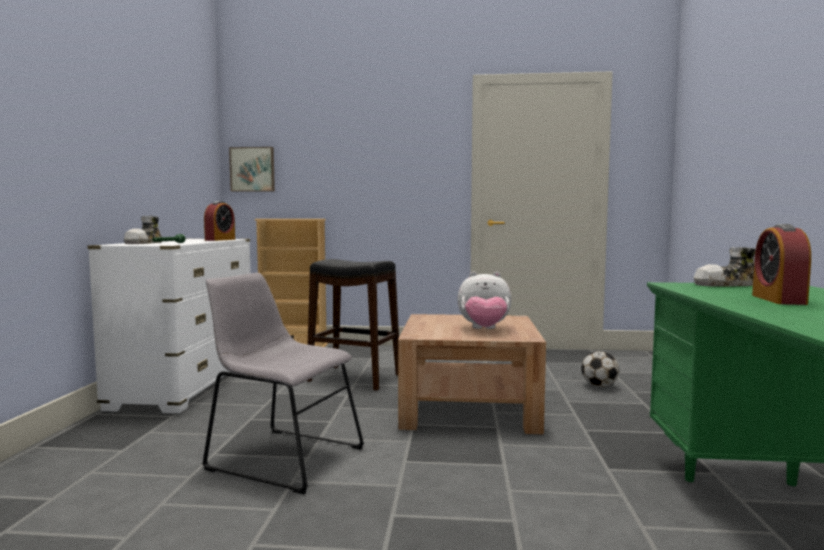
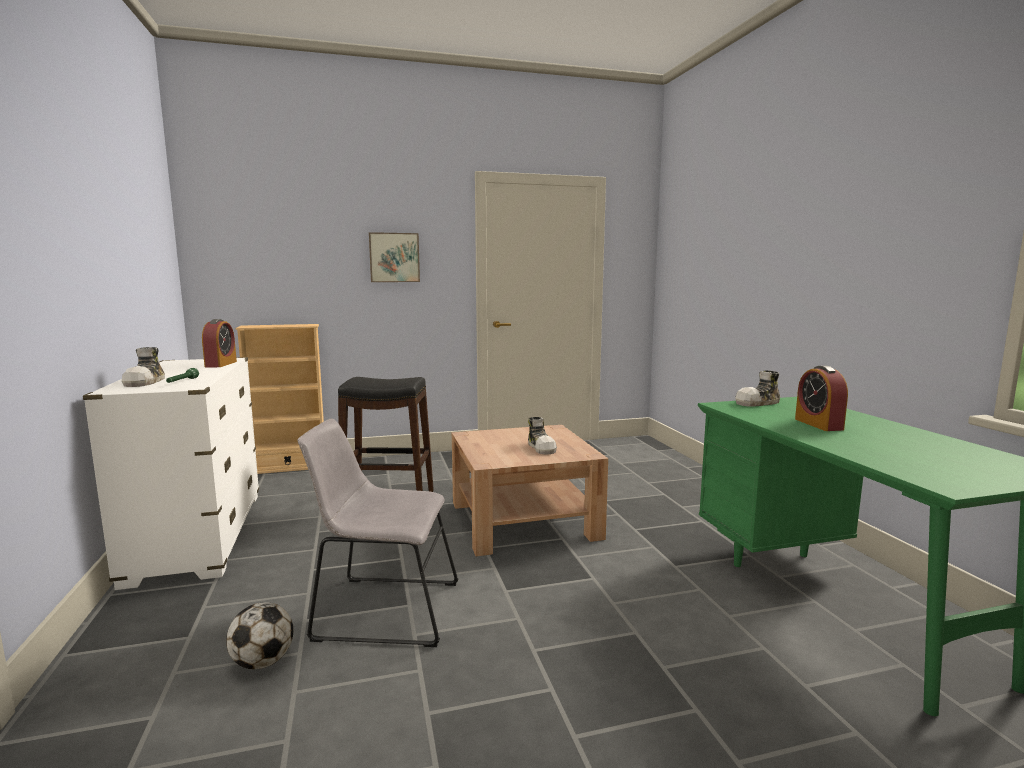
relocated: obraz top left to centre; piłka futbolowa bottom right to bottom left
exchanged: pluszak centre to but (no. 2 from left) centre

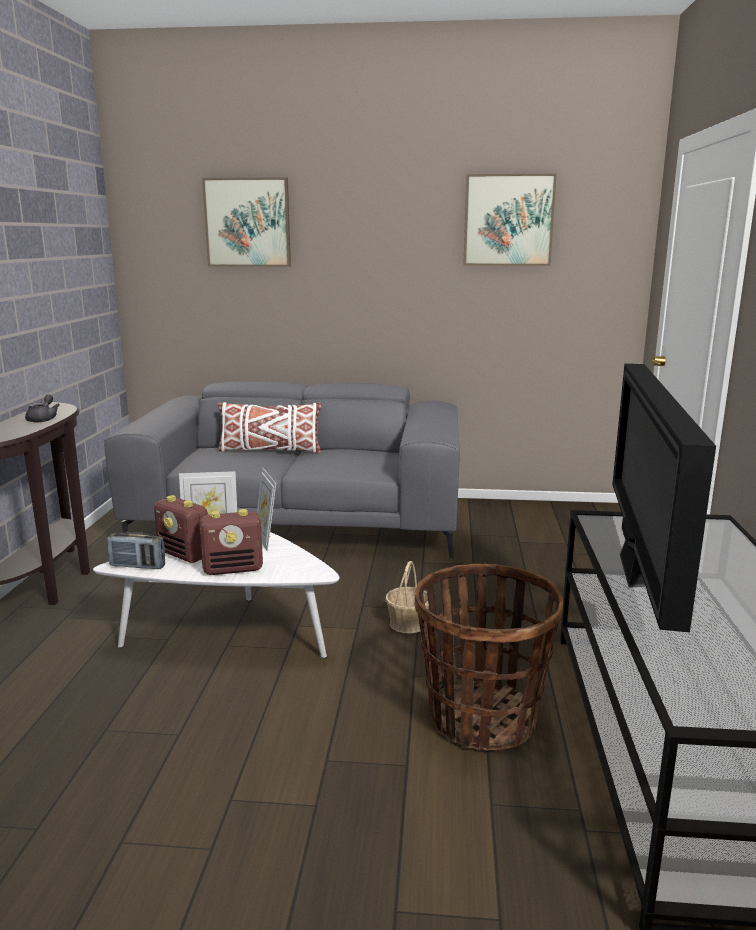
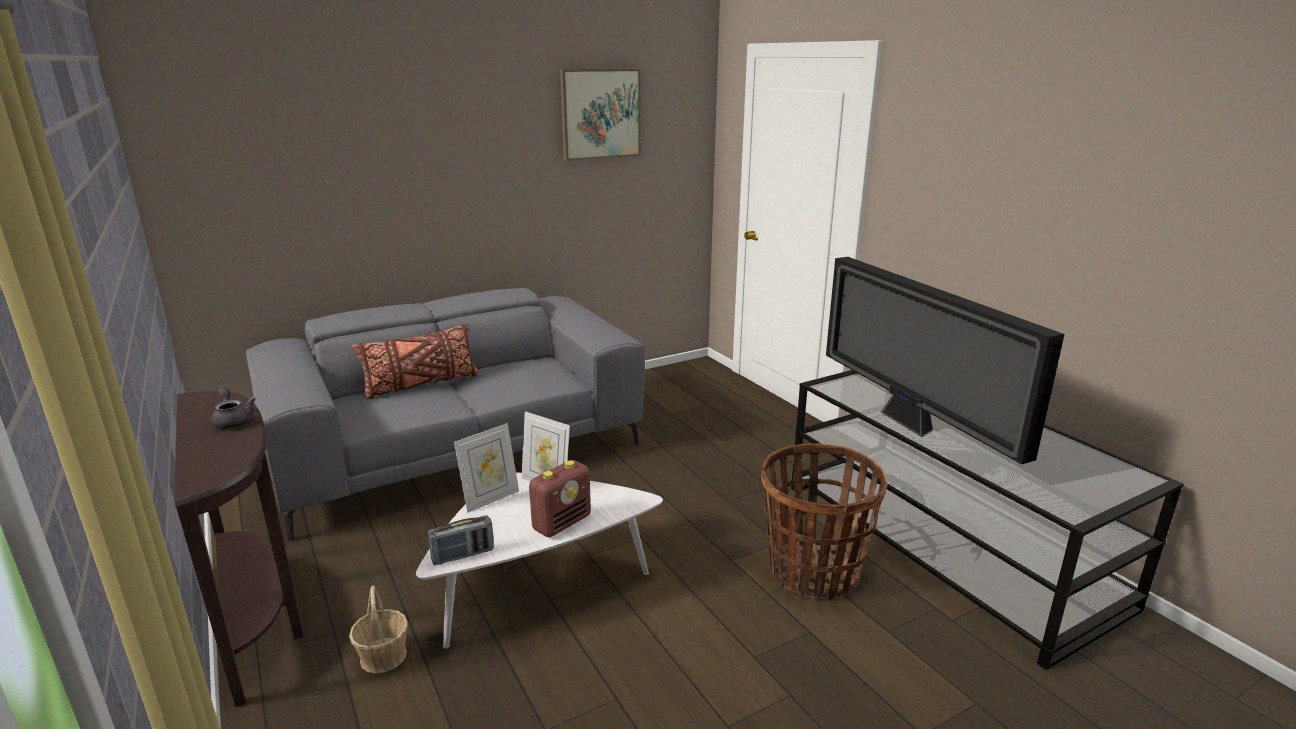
missing: radio (no. 2 from left) middle left; obraz (no. 1 from left) top left
relocated: koszyk (no. 1 from left) centre to bottom left
colour: poduszka [biały] centre to poduszka [brązowy] middle left

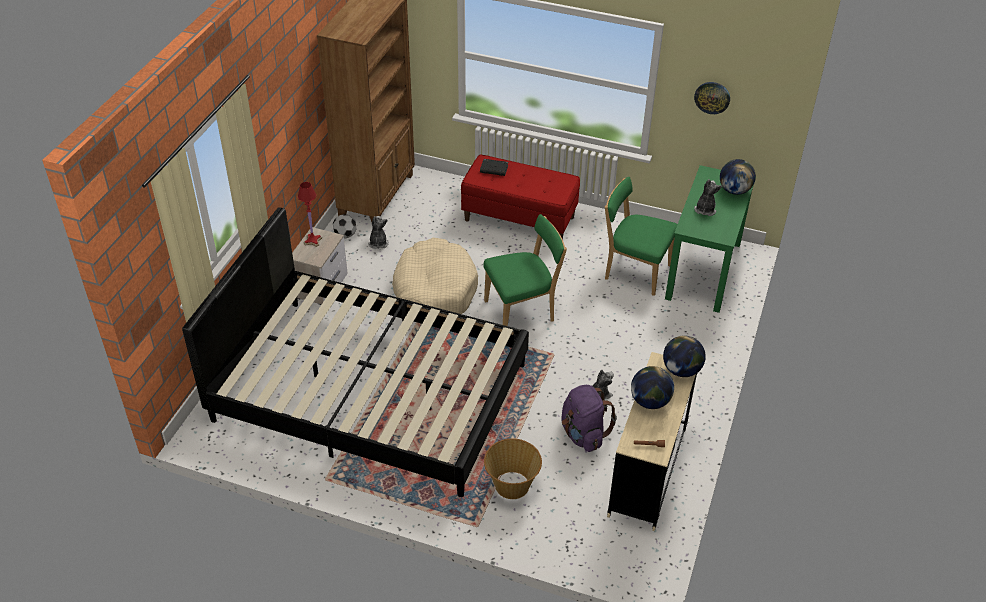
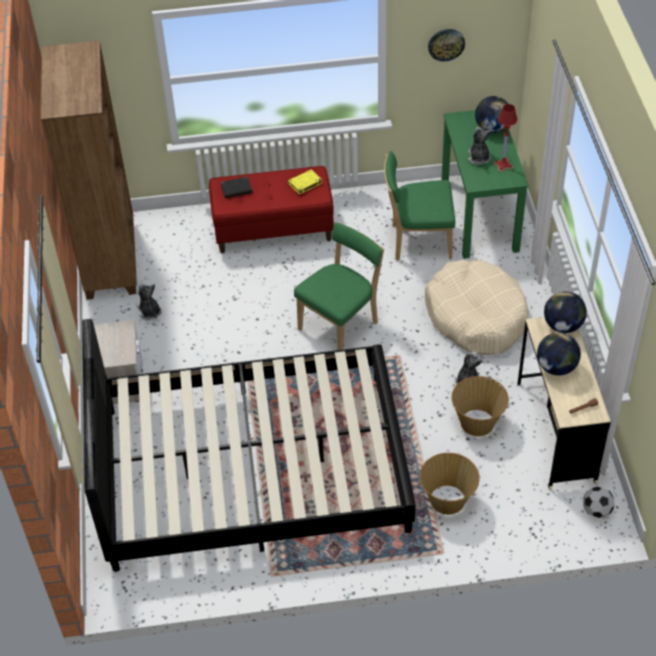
appeared: książka [żółty] top centre
relocated: lampa stołowa [czerwony] middle left to top right; piłka futbolowa centre to bottom right; legowisko [beżowy] centre to middle right
exchanged: plecak [fioletowy] bottom centre to koszyk (no. 2 from left) middle right

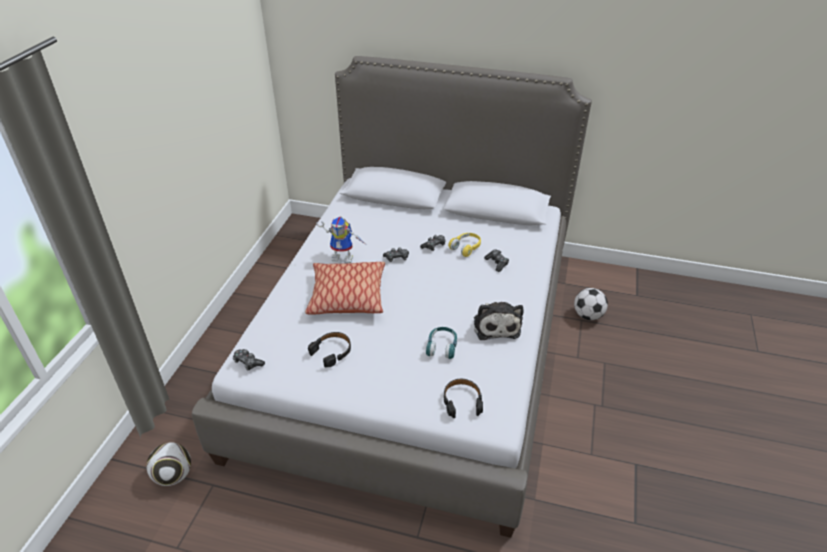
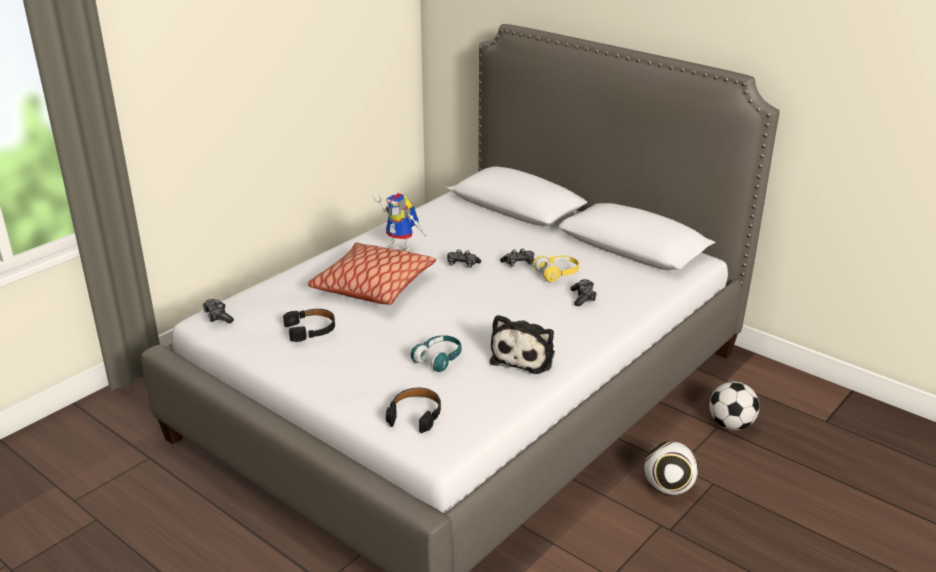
relocated: piłka futbolowa (no. 1 from left) bottom left to bottom right

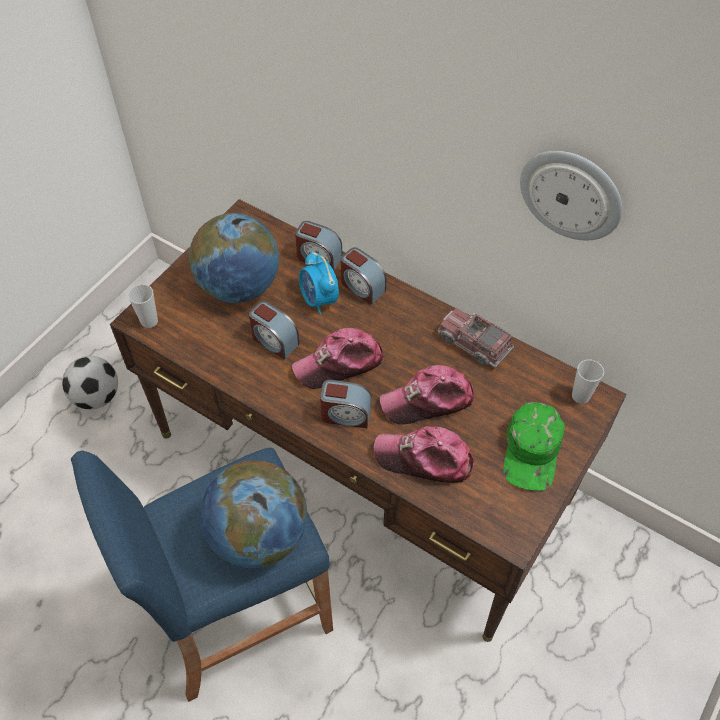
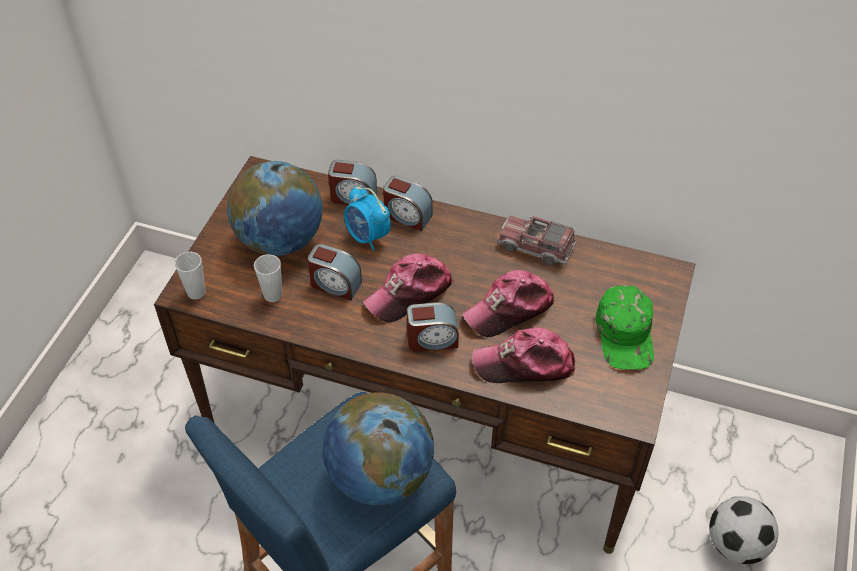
missing: zegar ścienny top right
relocated: piłka futbolowa middle left to bottom right; filiżanka (no. 2 from left) middle right to middle left

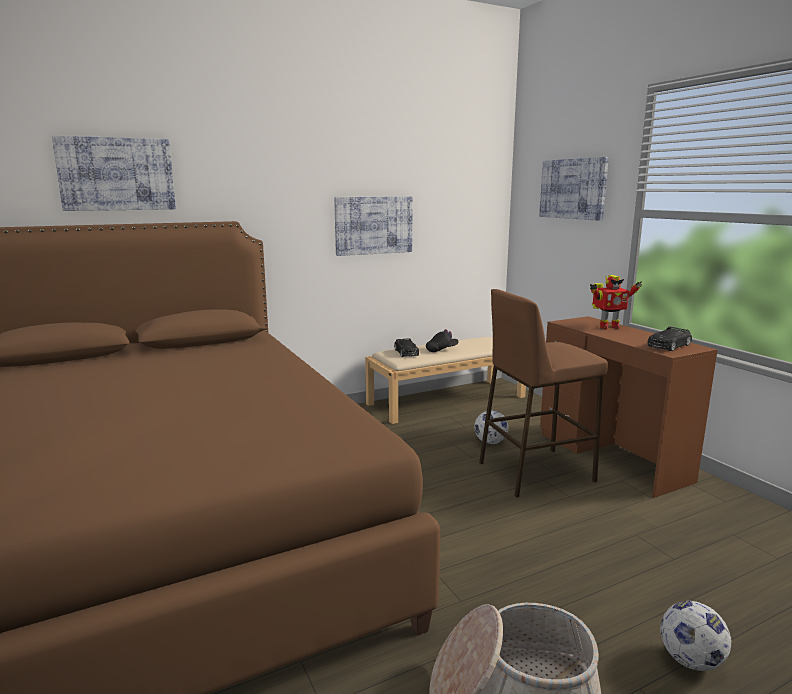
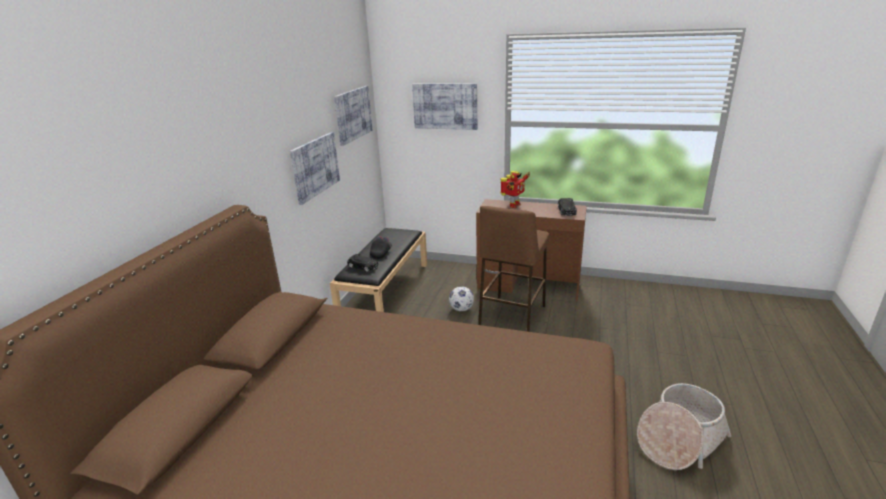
missing: piłka futbolowa (no. 2 from left) bottom right
relocated: obraz (no. 1 from left in the first image) top left to obraz (no. 2 from left) top centre
colour: ławka [beżowy] centre to ławka [czarny] centre

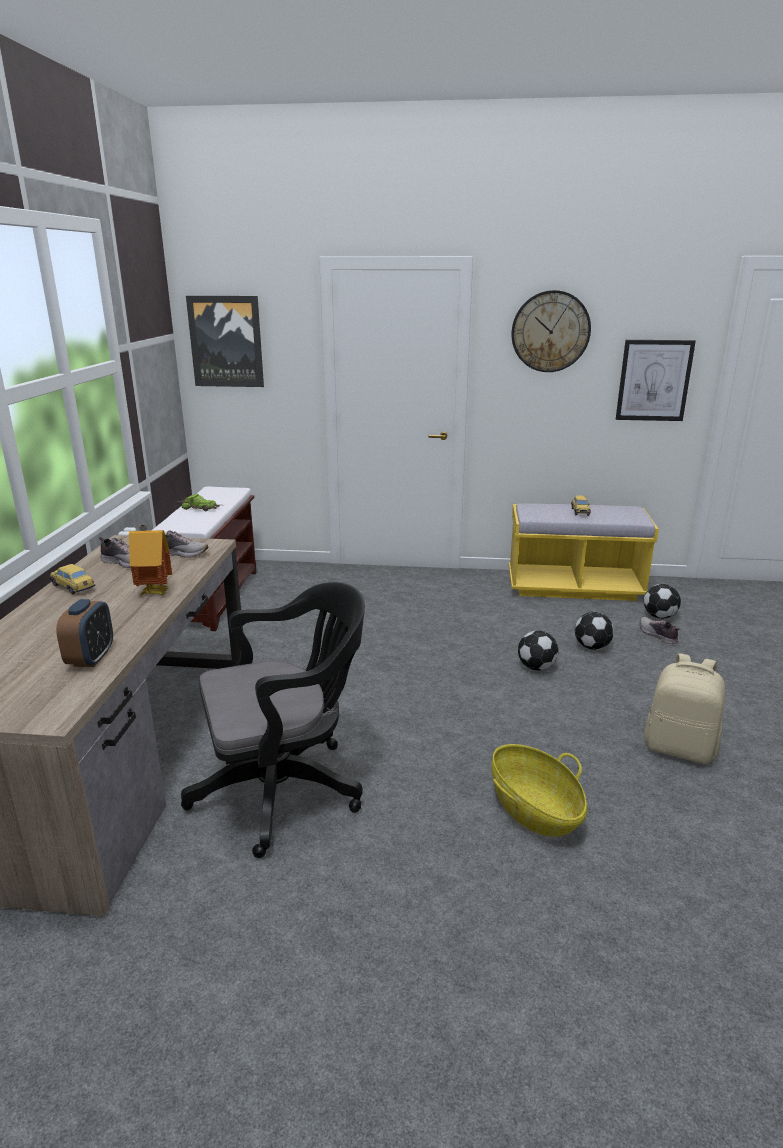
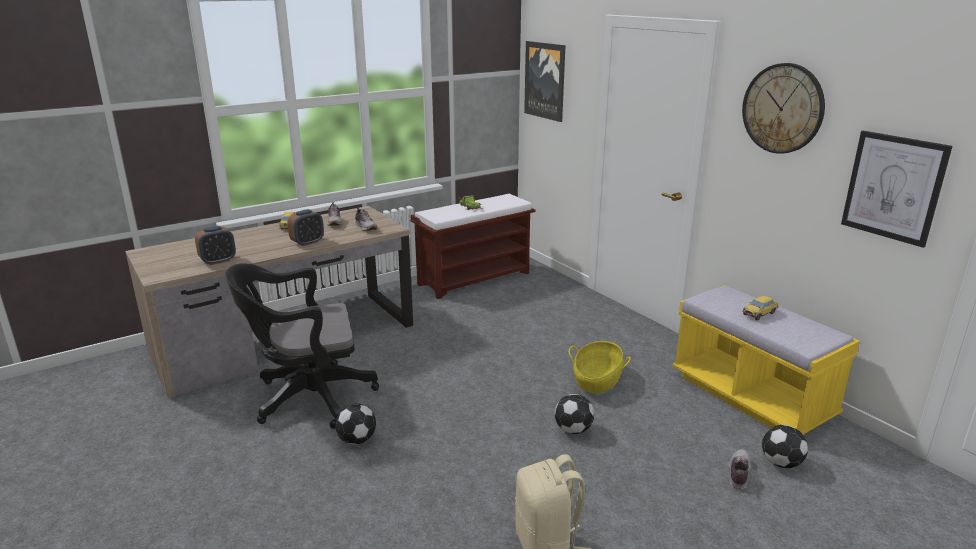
relocated: koszyk bottom right to bottom centre; piłka futbolowa (no. 2 from left in the first image) middle right to piłka futbolowa (no. 1 from left) bottom centre
exchanged: domek middle left to budzik (no. 2 from left) middle left
spun: krzesło biurowe [czarny] centre = middle left 135 degrees clockwise

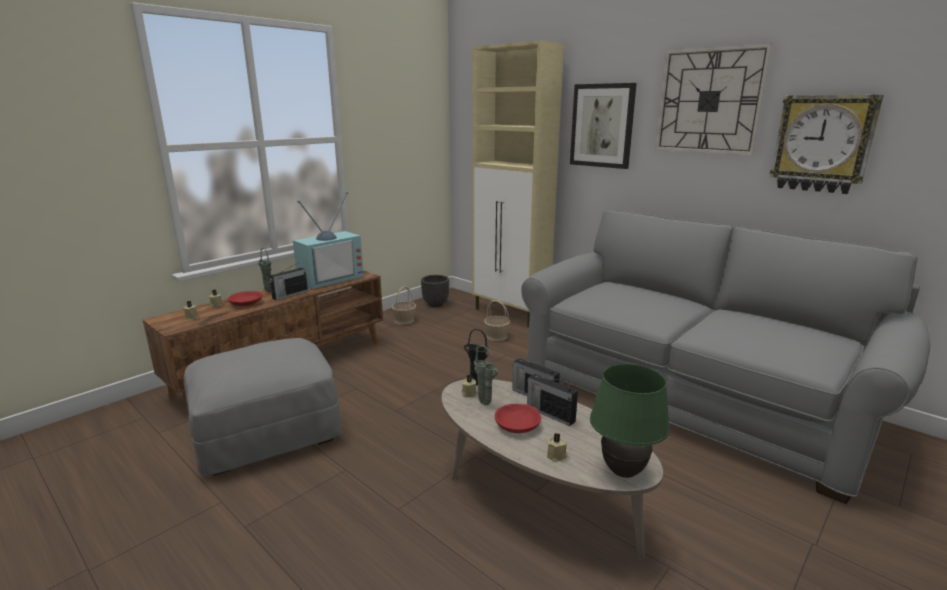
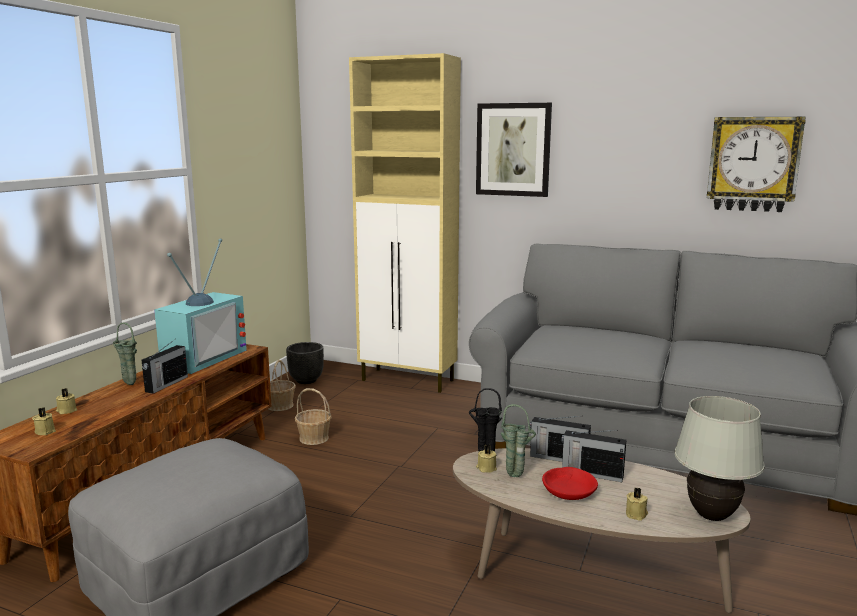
missing: miska [czerwony] (no. 1 from left) middle left; zegar ścienny (no. 1 from left) top right
relocated: koszyk (no. 2 from left) centre to bottom centre
colour: lampa stołowa [zielony] bottom centre to lampa stołowa [biały] bottom right

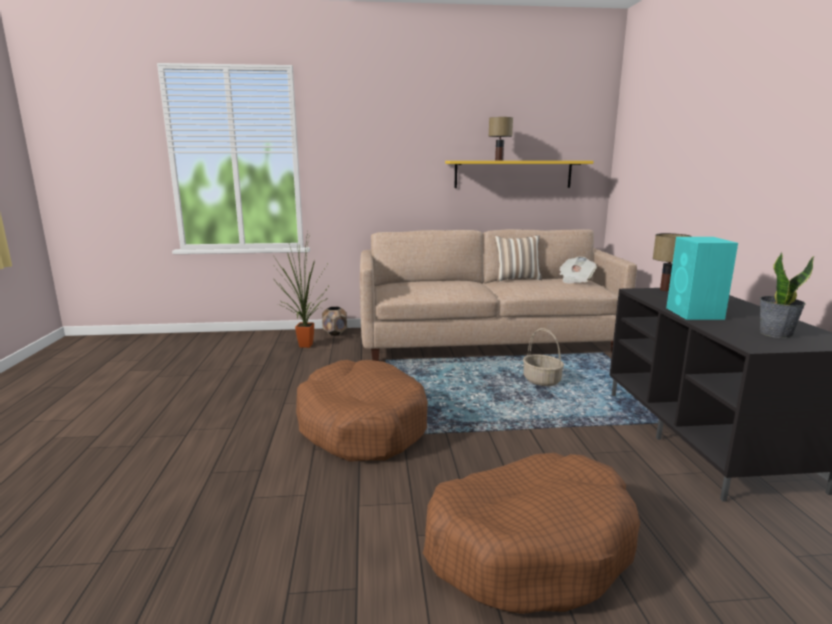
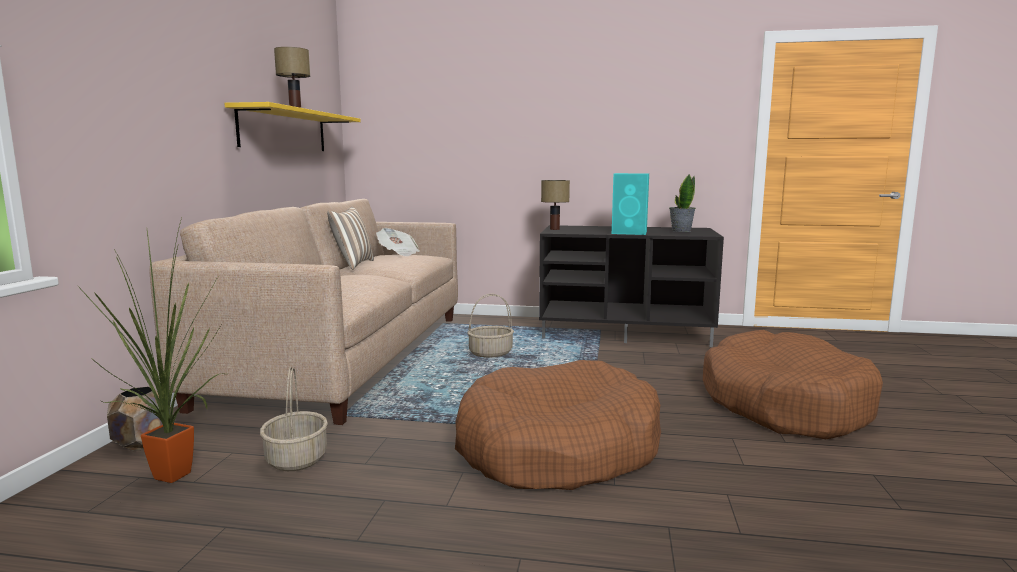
appeared: koszyk (no. 1 from left) bottom left

